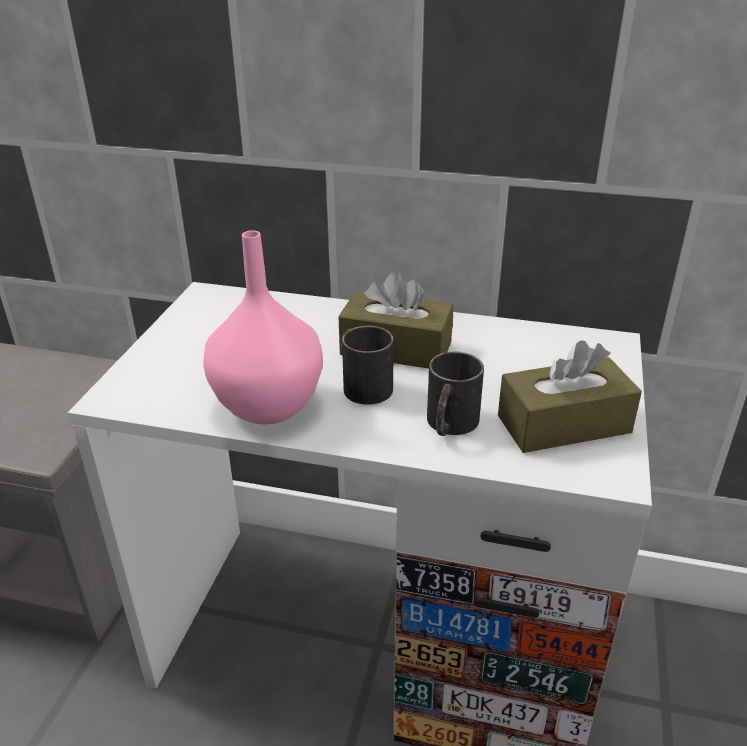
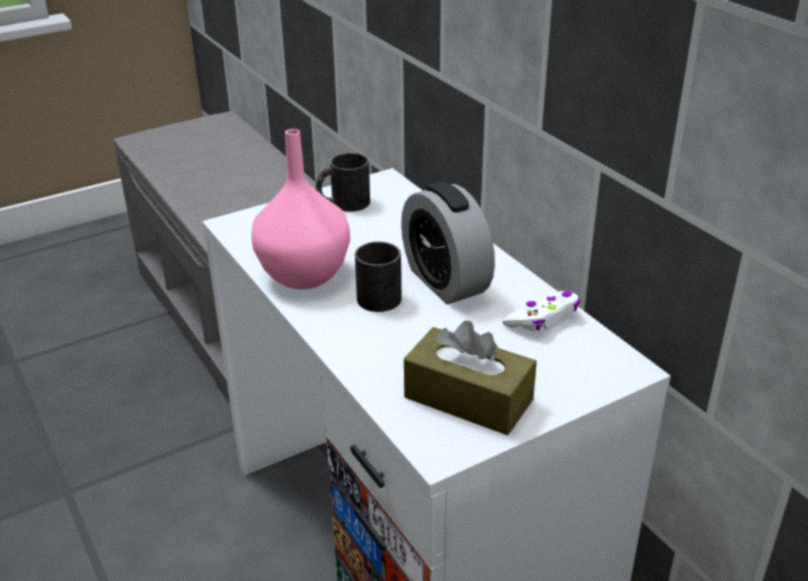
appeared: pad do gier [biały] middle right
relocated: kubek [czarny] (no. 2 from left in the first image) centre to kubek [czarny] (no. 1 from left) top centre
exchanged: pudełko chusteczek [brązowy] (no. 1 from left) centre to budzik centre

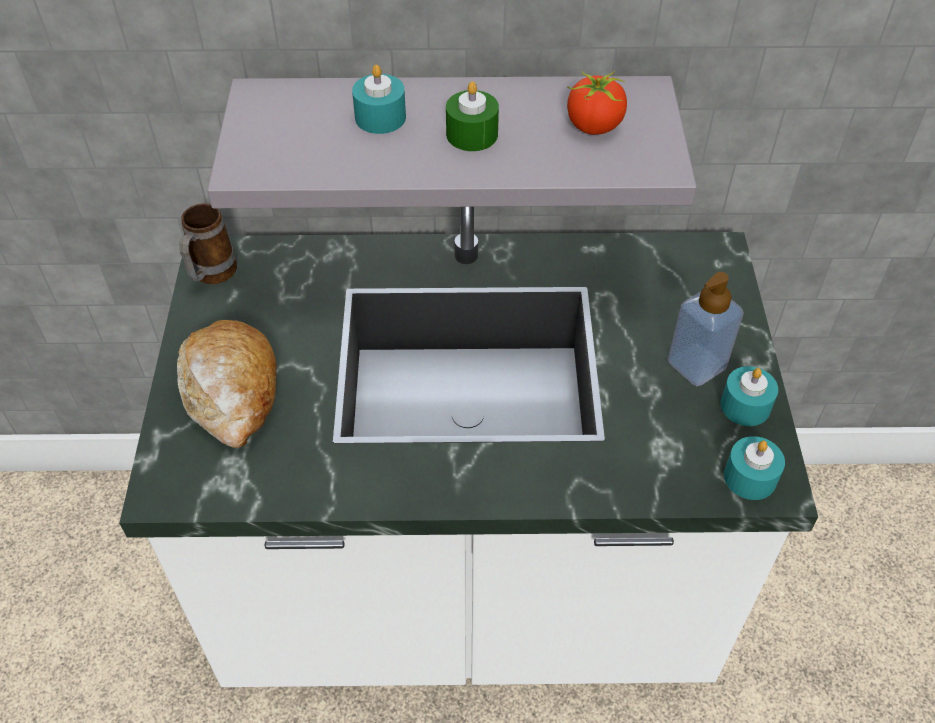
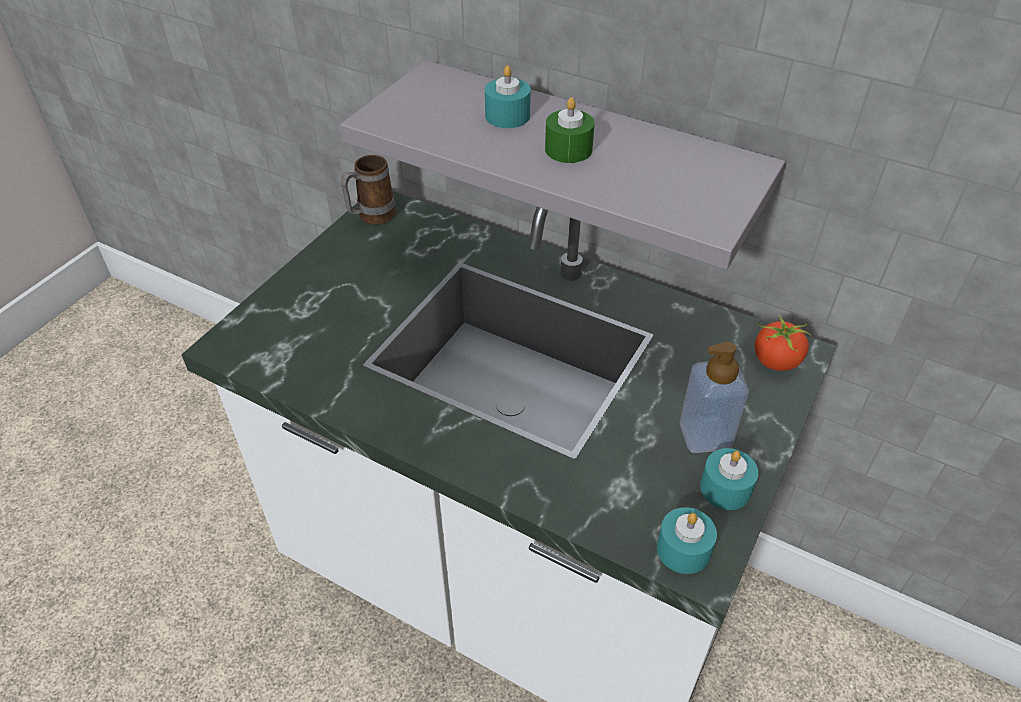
missing: chleb middle left
relocated: pomidor top centre to middle right

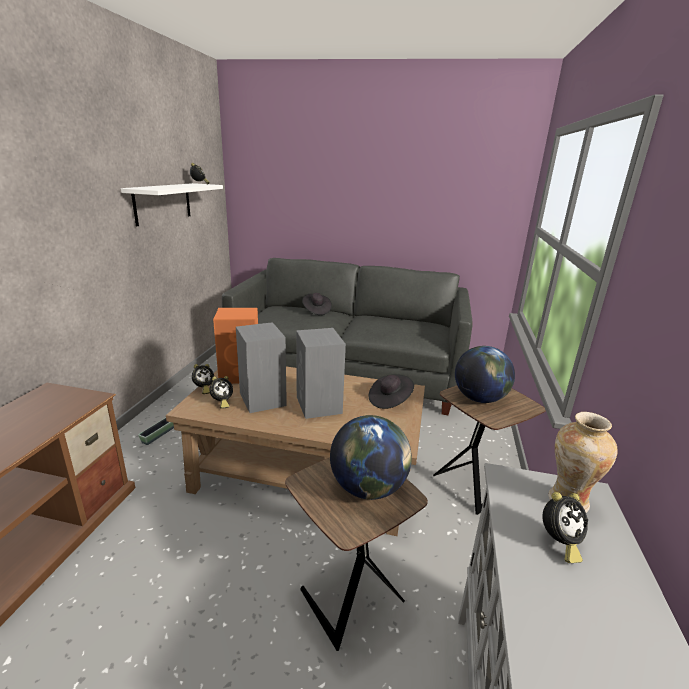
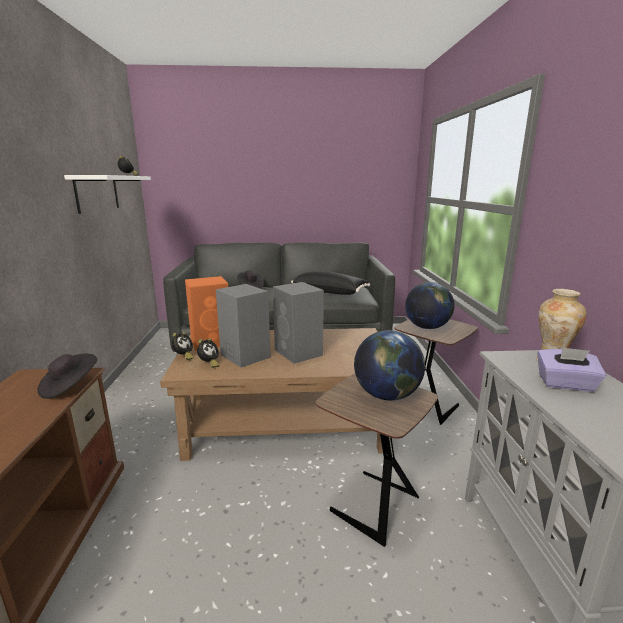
missing: donica middle left
appeared: poduszka [czarny] centre
relocated: kapelusz [czarny] (no. 2 from left in the first image) centre to kapelusz [czarny] (no. 1 from left) middle left
exchanged: budzik (no. 4 from left) bottom right to pudełko chusteczek [fioletowy] middle right

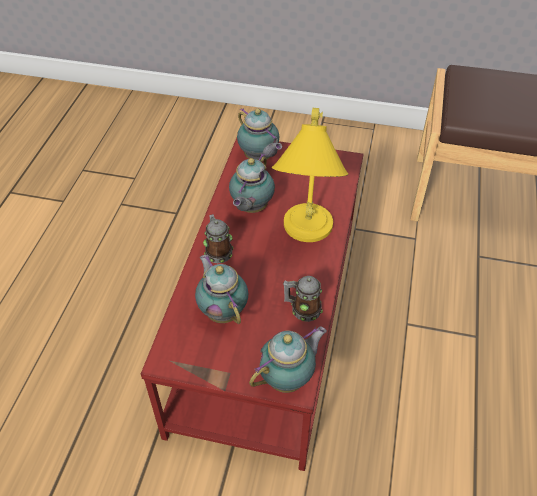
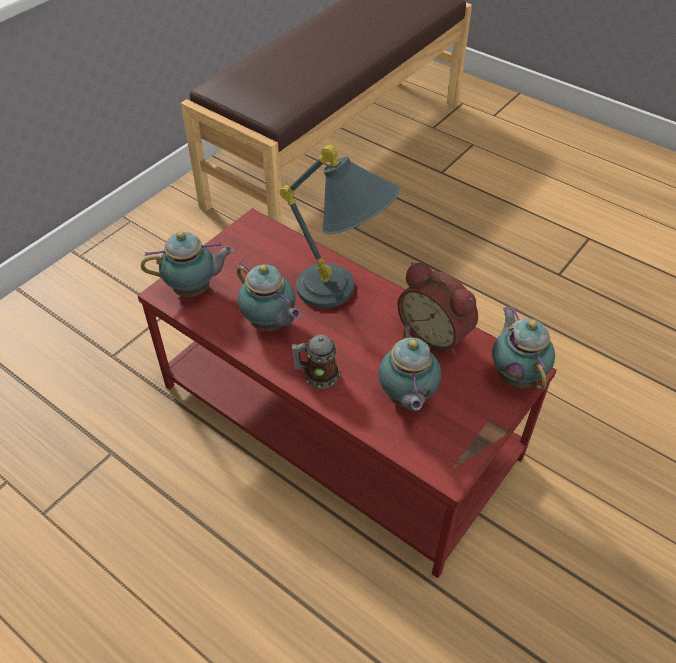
exchanged: kubek (no. 2 from left) centre to budzik centre
colour: lampa stołowa [żółty] centre to lampa stołowa [szary] centre
spun: imbryk (no. 1 from left in the first image) centre = centre 90 degrees counterclockwise

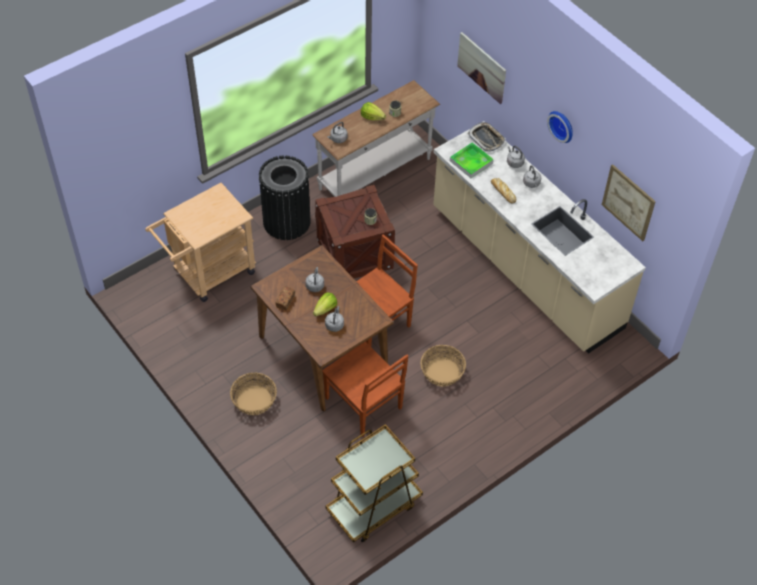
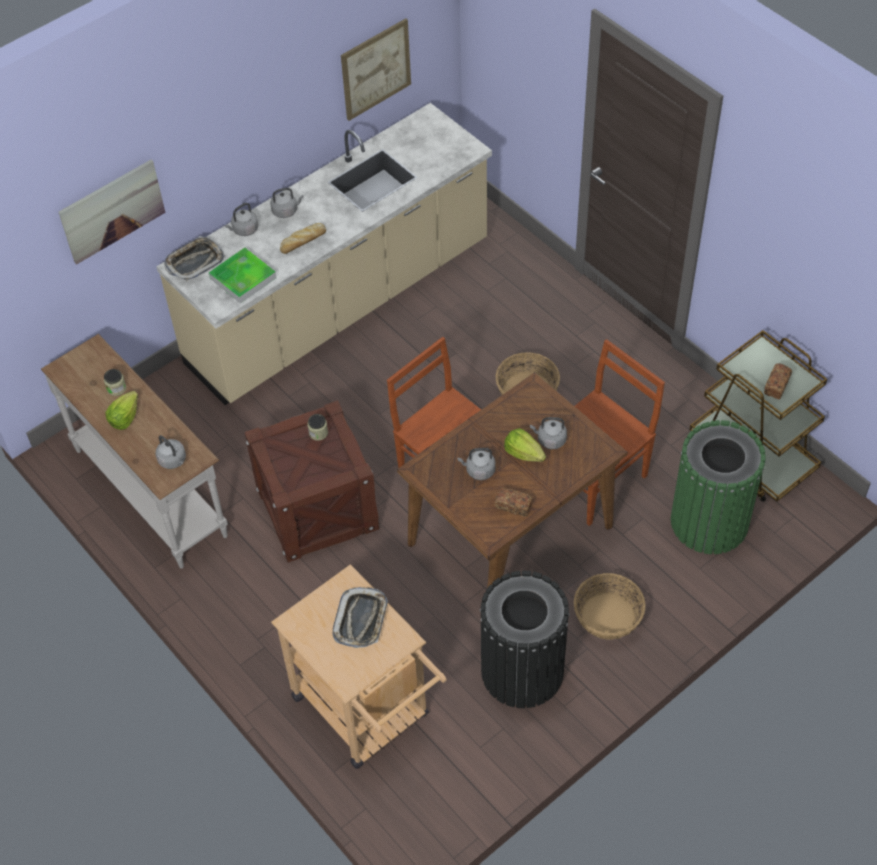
missing: zegar ścienny top right
appeared: taca (no. 3 from left) bottom centre; kosz na śmieci [zielony] middle right; chleb (no. 3 from left) middle right
relocated: kosz na śmieci [czarny] centre to bottom centre

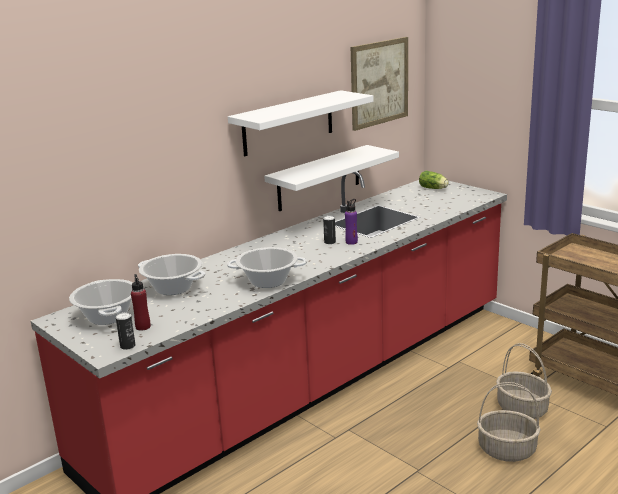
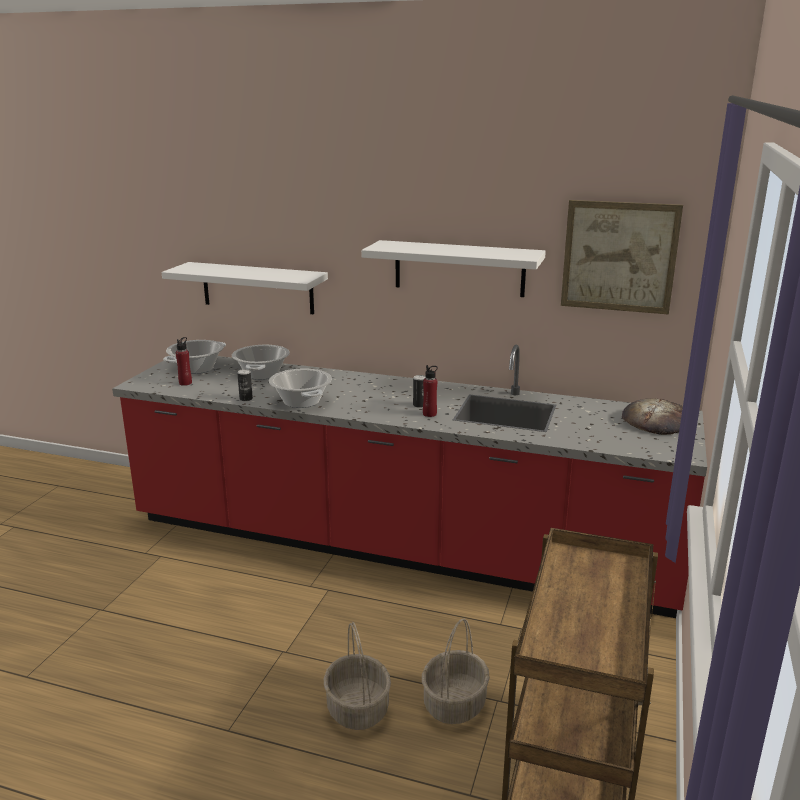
relocated: puszka (no. 1 from left) bottom left to middle left; półka [biały] (no. 2 from left in the first image) centre to półka [biały] (no. 1 from left) middle left
exchanged: sałata middle right to chleb middle right
colour: butelka [fioletowy] centre to butelka [czerwony] (no. 2 from left) centre

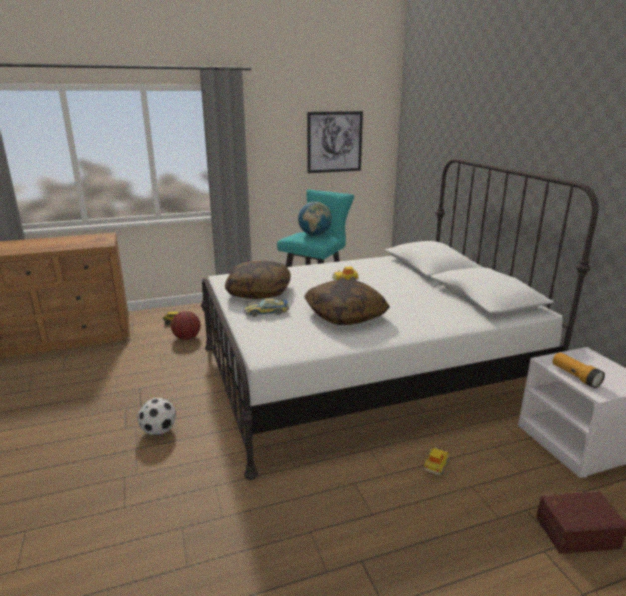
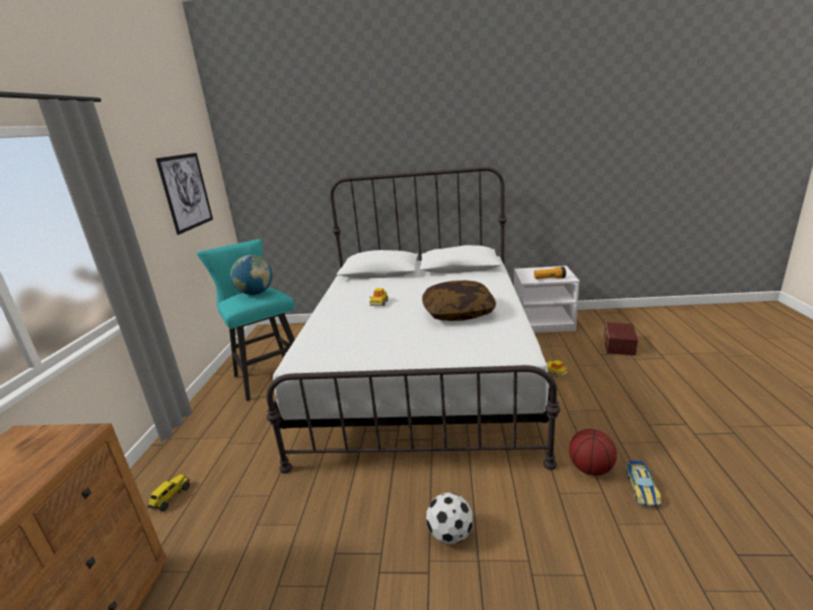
missing: poduszka (no. 1 from left) centre
relocated: piłka do koszykówki middle left to bottom right; samochodzik (no. 1 from left in the first image) centre to samochodzik (no. 3 from left) bottom right

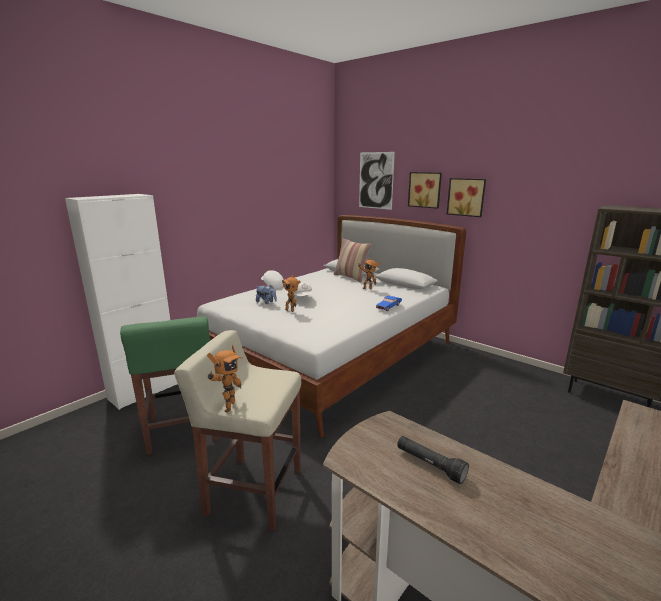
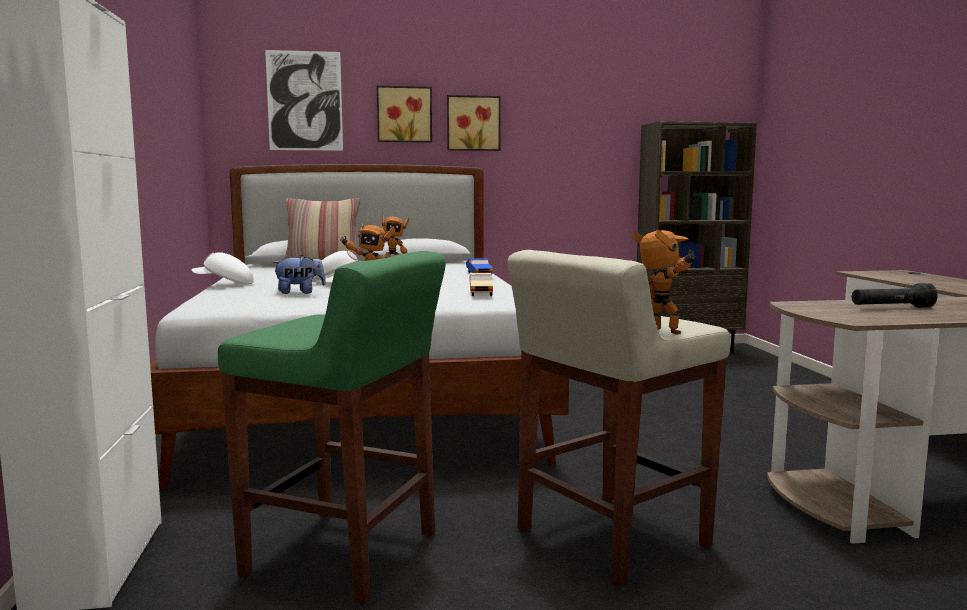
appeared: samochodzik [beżowy] centre

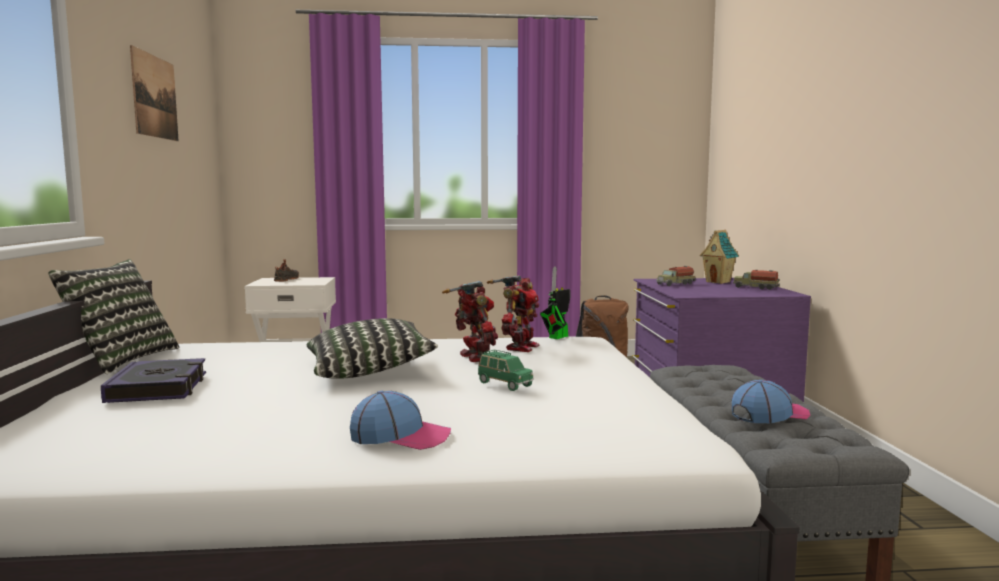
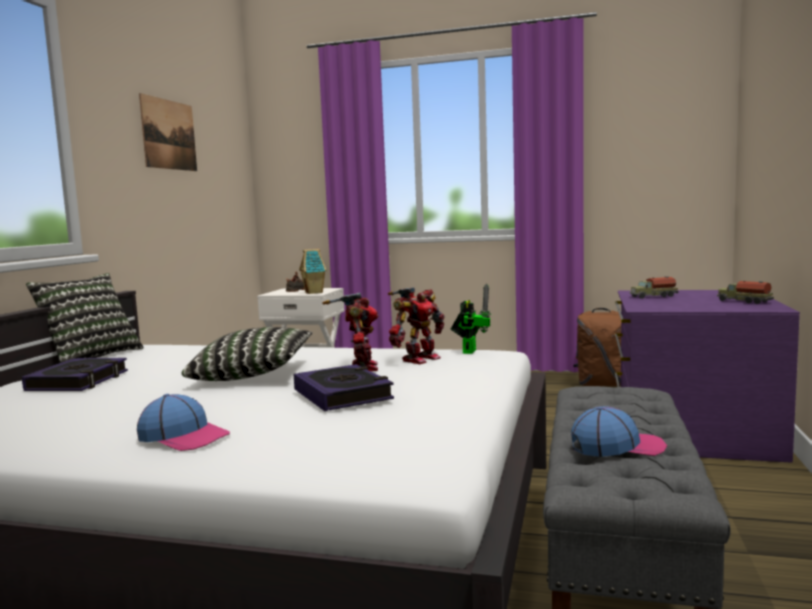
relocated: domek middle right to centre
exchanged: samochodzik [zielony] centre to książka (no. 2 from left) centre
spun: robot zabawkowy (no. 3 from left) centre = centre 135 degrees clockwise

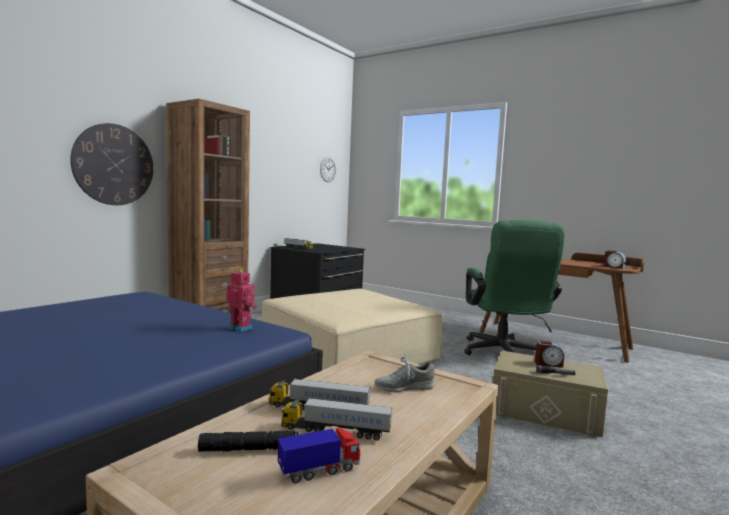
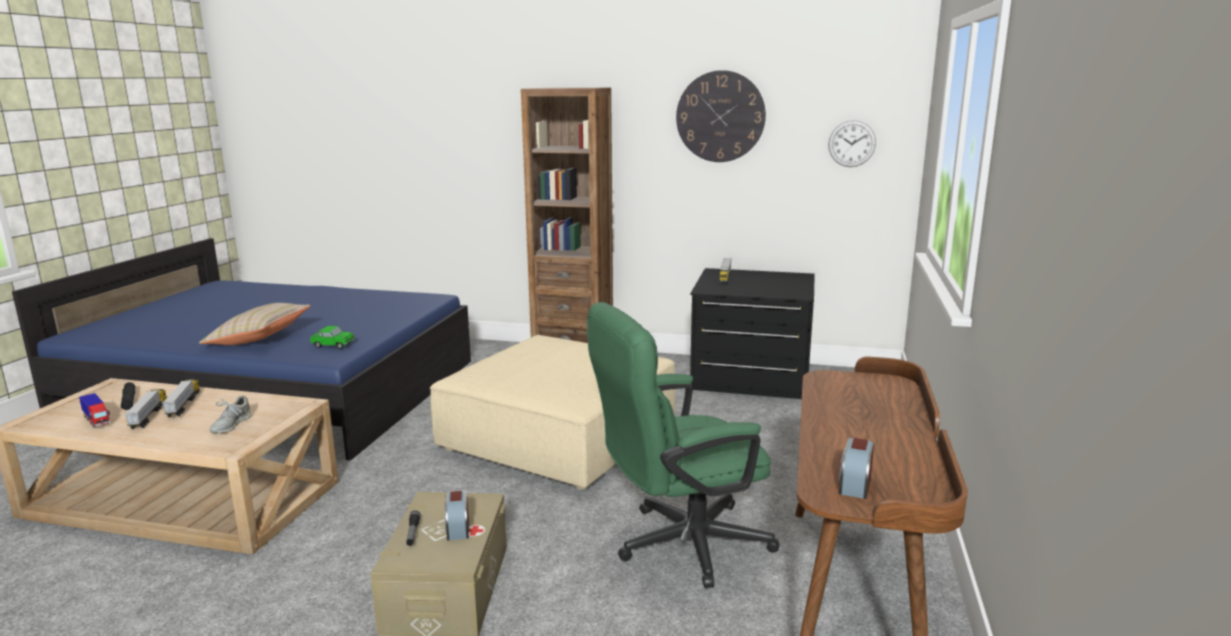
appeared: poduszka [beżowy] middle left
relocated: zegar ścienny (no. 1 from left) top left to top centre
exchanged: robot zabawkowy middle left to samochodzik middle left
spun: but [szary] bottom centre = middle left 135 degrees counterclockwise

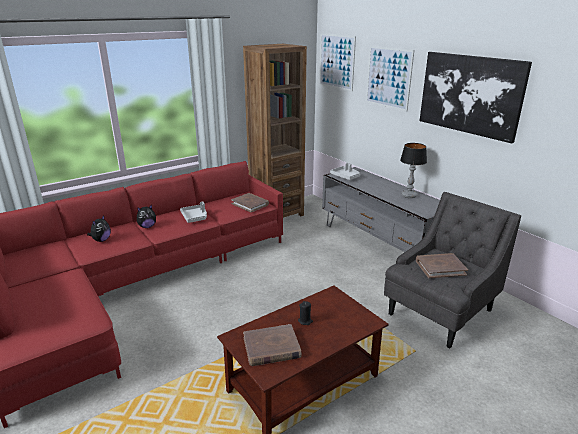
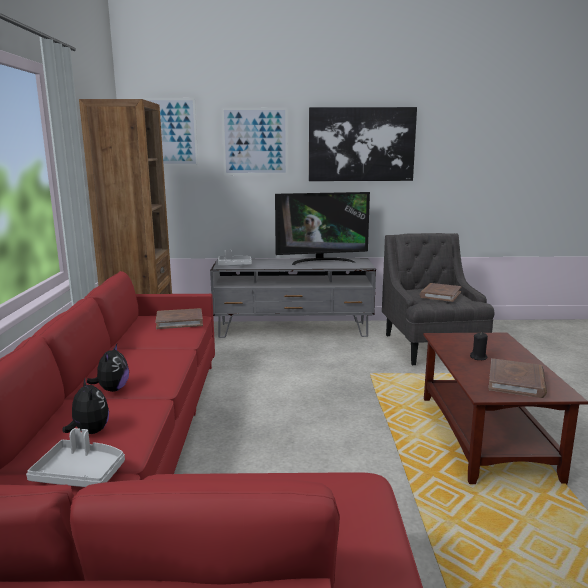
relocated: taca [szary] (no. 1 from left) centre to bottom left
exchanged: lampa stołowa middle right to telewizor centre

